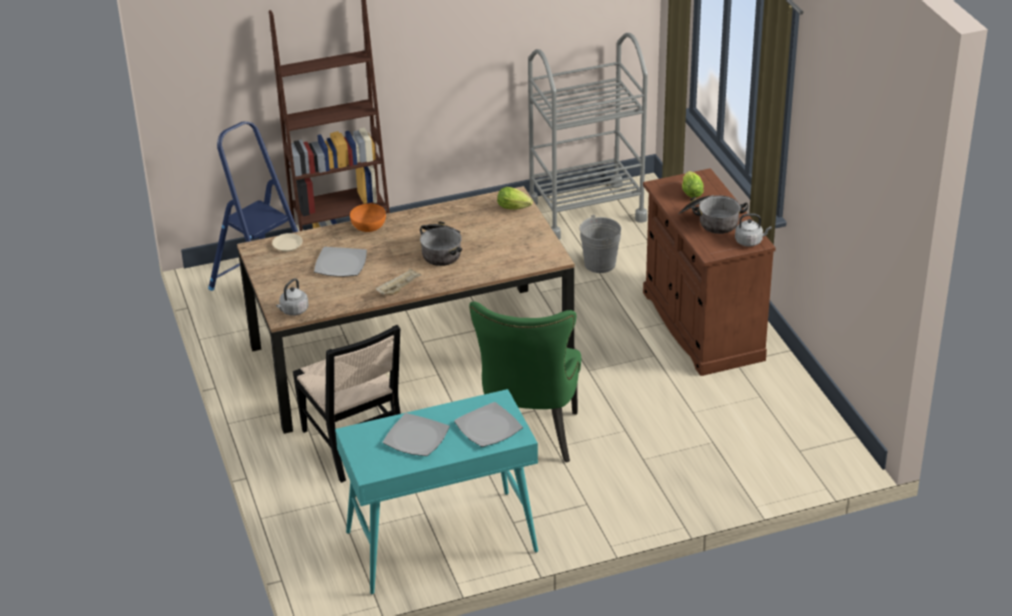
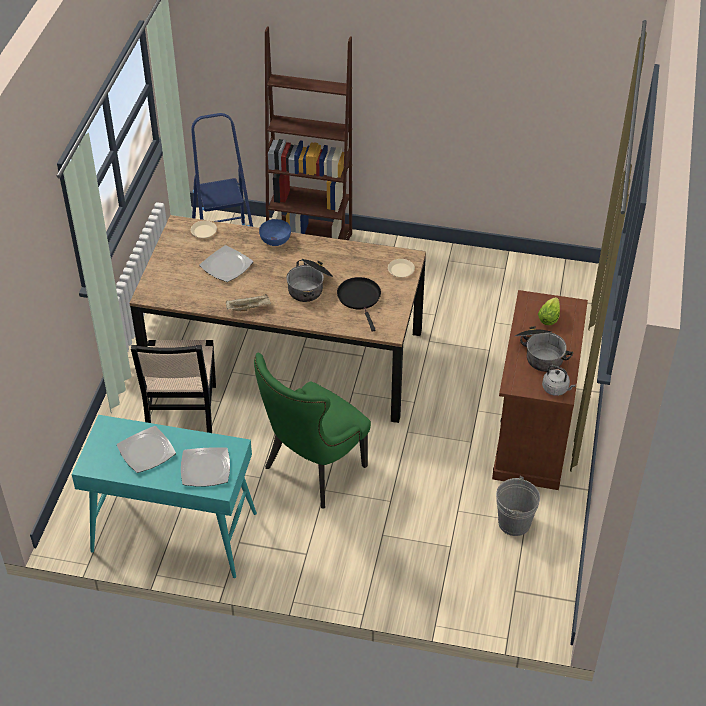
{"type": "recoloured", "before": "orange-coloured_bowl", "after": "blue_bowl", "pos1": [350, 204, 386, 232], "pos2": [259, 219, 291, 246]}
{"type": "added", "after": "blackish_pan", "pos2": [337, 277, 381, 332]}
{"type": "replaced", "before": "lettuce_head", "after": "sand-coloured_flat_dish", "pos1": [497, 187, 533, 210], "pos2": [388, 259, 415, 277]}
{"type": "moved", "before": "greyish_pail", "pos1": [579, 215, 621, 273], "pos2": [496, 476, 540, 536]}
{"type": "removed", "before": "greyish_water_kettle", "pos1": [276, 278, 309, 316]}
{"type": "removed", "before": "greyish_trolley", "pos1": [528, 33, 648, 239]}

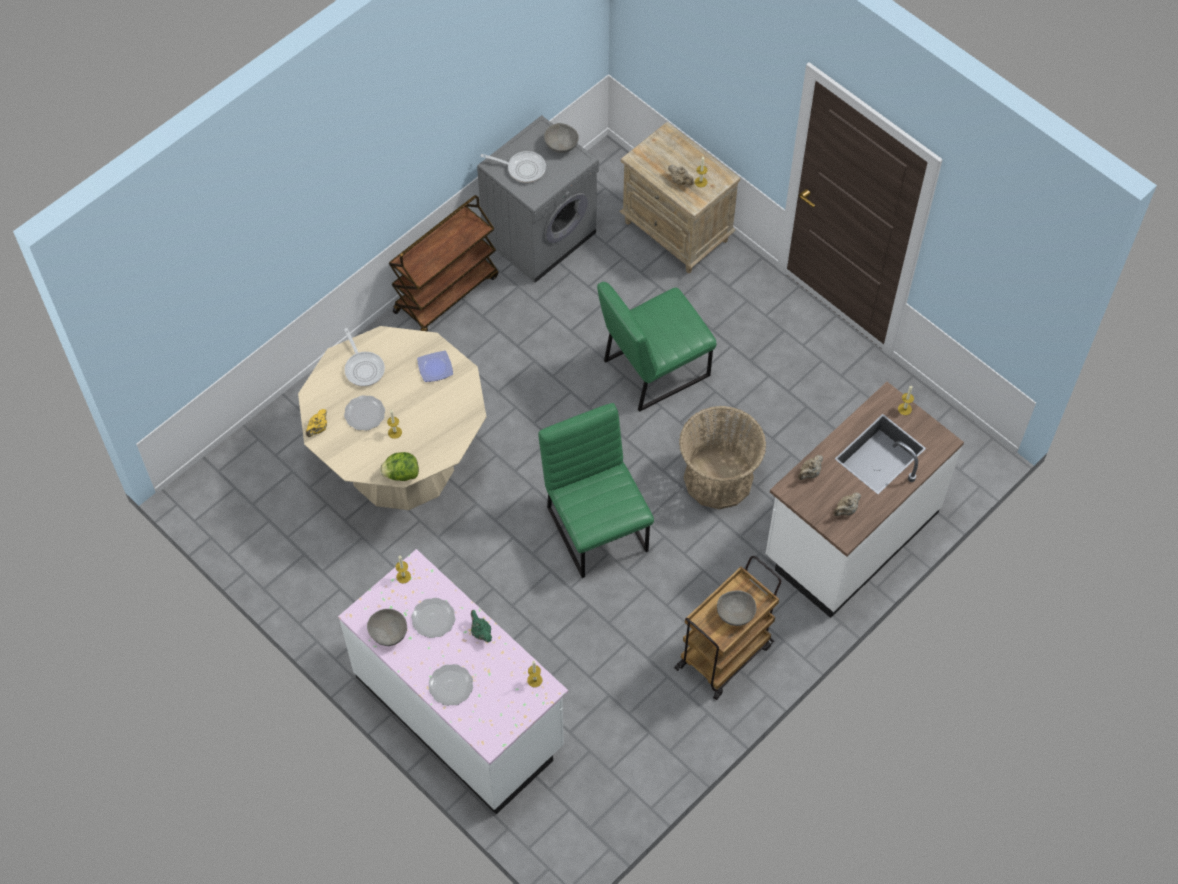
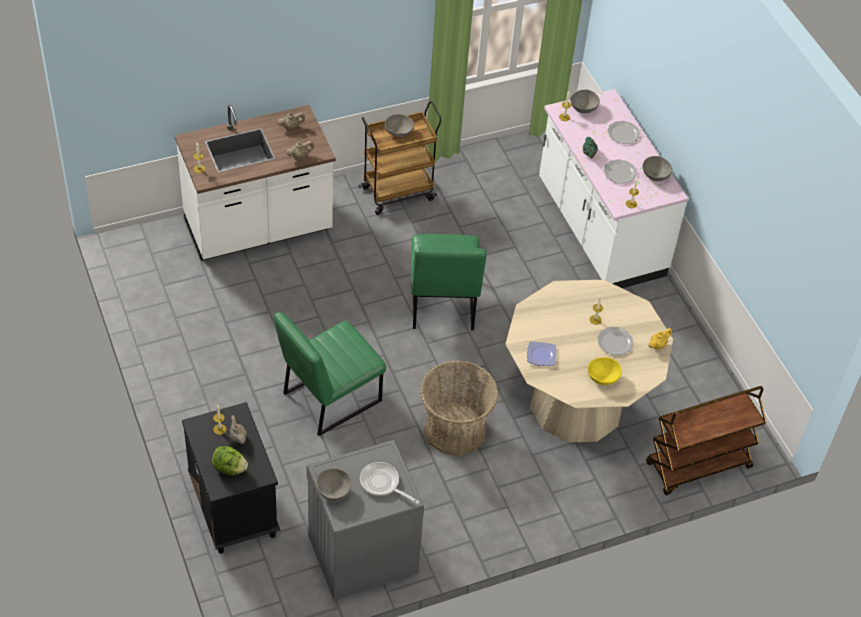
{"type": "recoloured", "before": "sand-coloured_night_table", "after": "blackish_night_table", "pos1": [619, 122, 740, 273], "pos2": [182, 402, 280, 554]}
{"type": "moved", "before": "lettuce_head", "pos1": [380, 452, 419, 481], "pos2": [212, 446, 248, 475]}
{"type": "turned", "before": "green-coloured_chair", "pos1": [597, 282, 716, 412], "pos2": [274, 312, 386, 436], "turn": 150}
{"type": "moved", "before": "storage_basket", "pos1": [679, 406, 766, 509], "pos2": [420, 360, 499, 456]}
{"type": "added", "after": "greyish_bowl", "pos2": [570, 90, 600, 113]}
{"type": "replaced", "before": "pan", "after": "yellow_bowl", "pos1": [344, 328, 385, 387], "pos2": [588, 357, 622, 385]}
{"type": "moved", "before": "brown_trolley", "pos1": [388, 195, 498, 331], "pos2": [646, 386, 767, 495]}

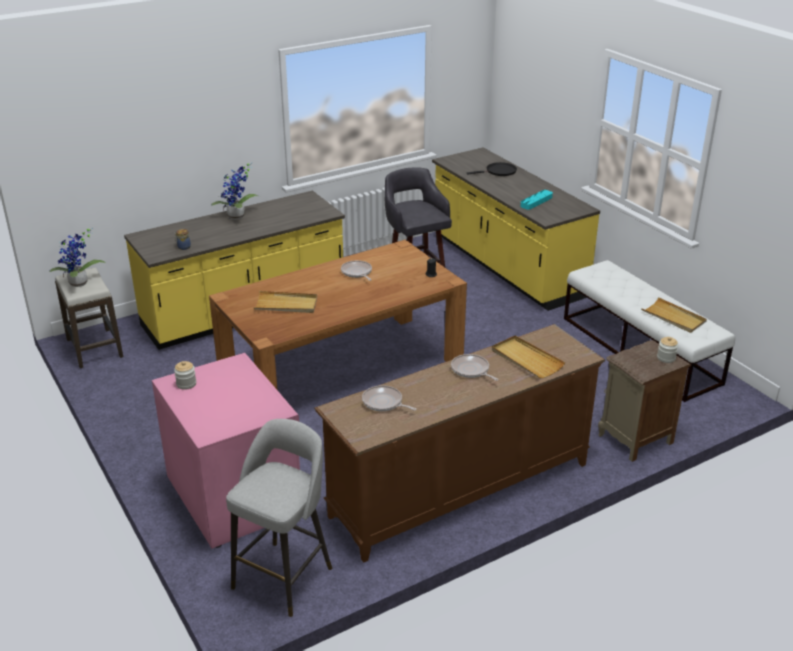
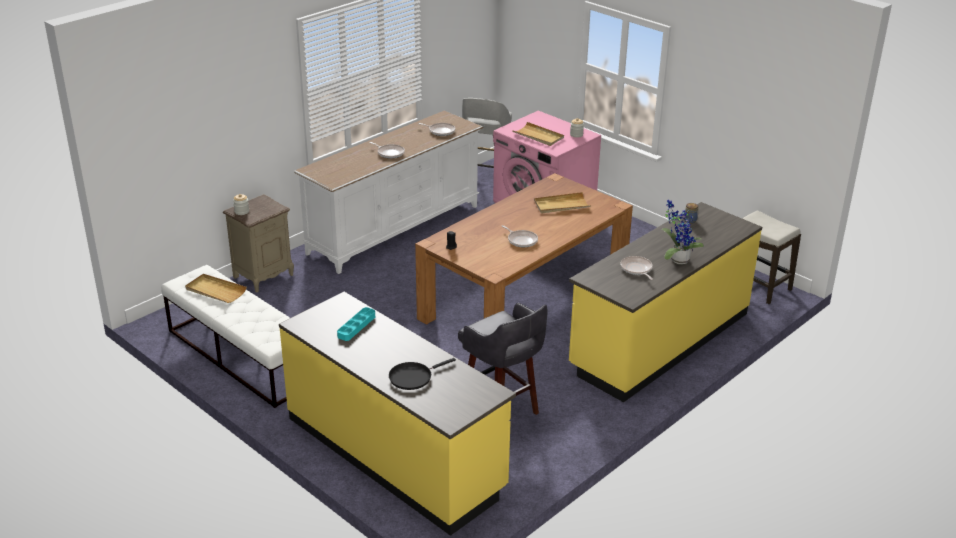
{"type": "recoloured", "before": "brown_cabinet", "after": "whitish_cabinet", "pos1": [314, 324, 605, 563], "pos2": [294, 111, 483, 274]}
{"type": "moved", "before": "sand-coloured_carrying_tray", "pos1": [492, 336, 565, 378], "pos2": [512, 122, 564, 146]}
{"type": "added", "after": "pan", "pos2": [620, 256, 653, 280]}
{"type": "removed", "before": "plant_in_a_pot", "pos1": [49, 228, 106, 287]}

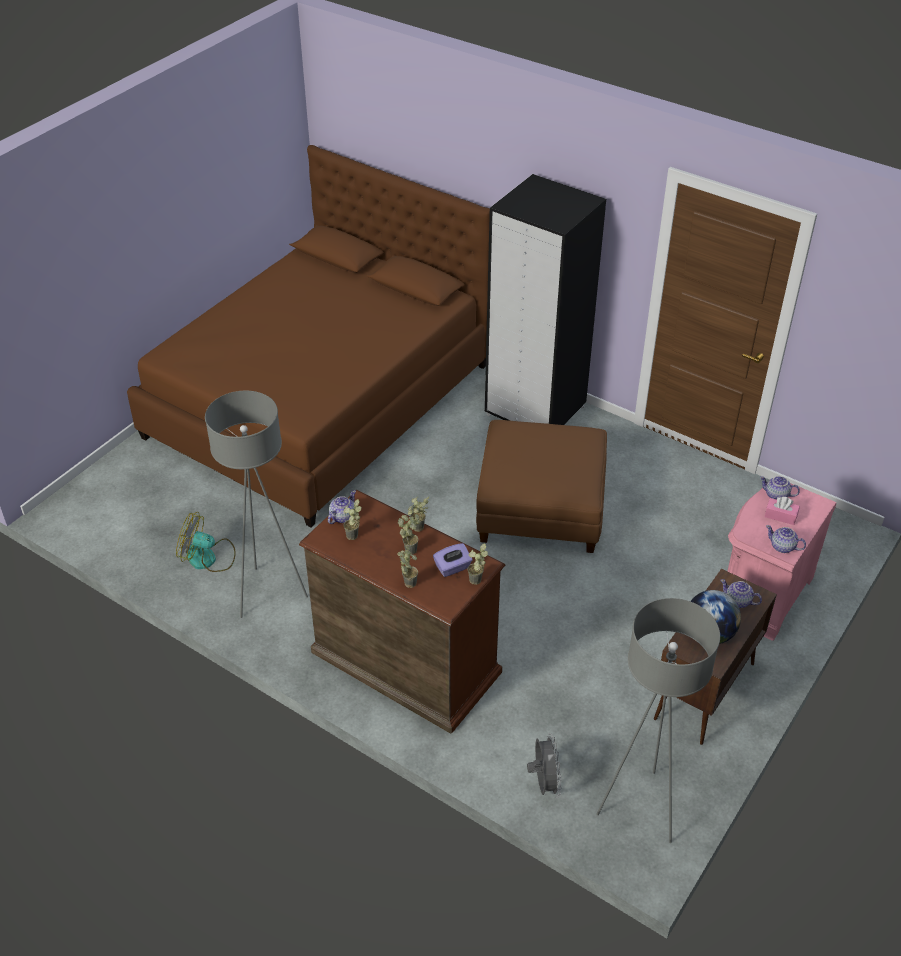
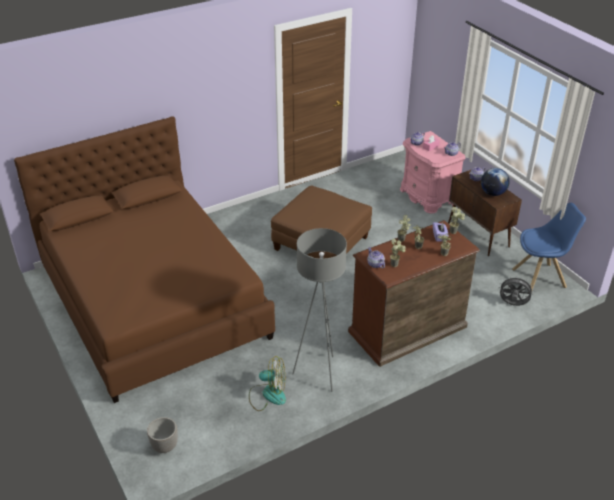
{"type": "added", "after": "planter", "pos2": [147, 417, 178, 453]}
{"type": "turned", "before": "fan", "pos1": [176, 512, 236, 572], "pos2": [249, 356, 286, 411], "turn": -120}
{"type": "replaced", "before": "greyish_floor_lamp", "after": "blue_chair", "pos1": [596, 598, 720, 843], "pos2": [512, 203, 586, 293]}
{"type": "removed", "before": "clothes_cupboard", "pos1": [485, 174, 606, 425]}

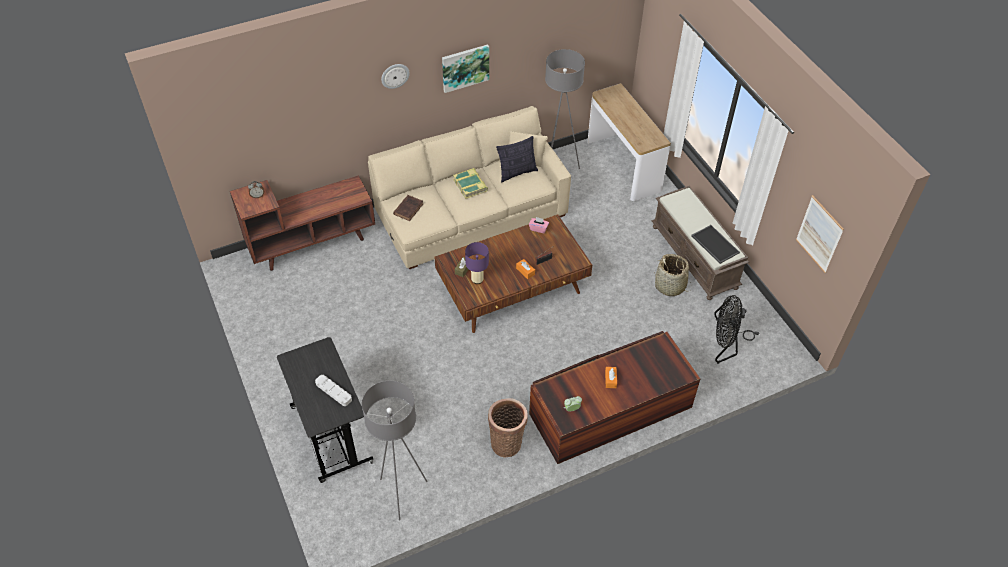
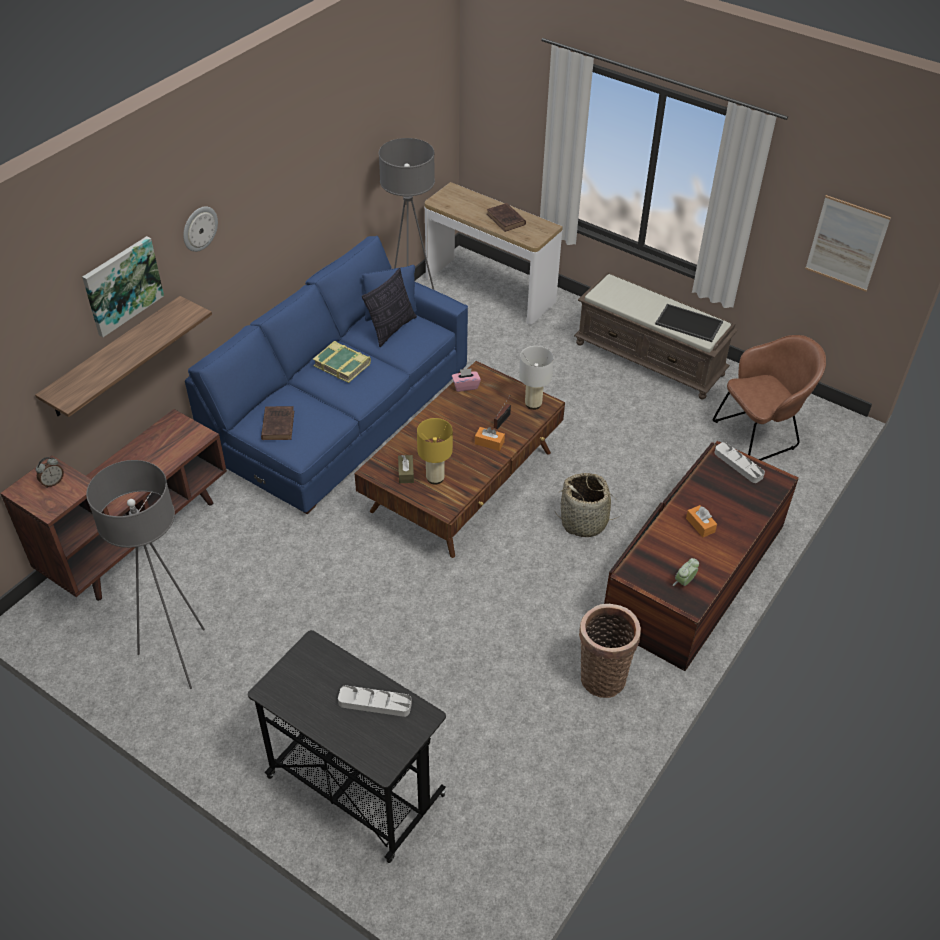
{"type": "added", "after": "bracket_shelf", "pos2": [35, 296, 212, 417]}
{"type": "moved", "before": "wall_picture", "pos1": [442, 45, 489, 93], "pos2": [82, 236, 164, 337]}
{"type": "moved", "before": "greyish_floor_lamp", "pos1": [362, 380, 428, 520], "pos2": [86, 460, 205, 689]}
{"type": "recoloured", "before": "sand-coloured_settee", "after": "blue_settee", "pos1": [368, 106, 571, 269], "pos2": [185, 236, 468, 514]}
{"type": "recoloured", "before": "purplish_tabletop_lamp", "after": "yellow_tabletop_lamp", "pos1": [465, 242, 489, 284], "pos2": [417, 418, 453, 485]}
{"type": "added", "after": "brown_bound_book", "pos2": [487, 203, 526, 232]}
{"type": "added", "after": "whitish_tabletop_lamp", "pos2": [519, 346, 554, 410]}
{"type": "moved", "before": "storage_basket", "pos1": [654, 254, 691, 296], "pos2": [555, 473, 621, 537]}
{"type": "replaced", "before": "blackish_fan", "after": "brown_armchair", "pos1": [714, 295, 760, 364], "pos2": [713, 335, 826, 461]}
{"type": "added", "after": "greyish_carrying_tray", "pos2": [714, 442, 765, 483]}

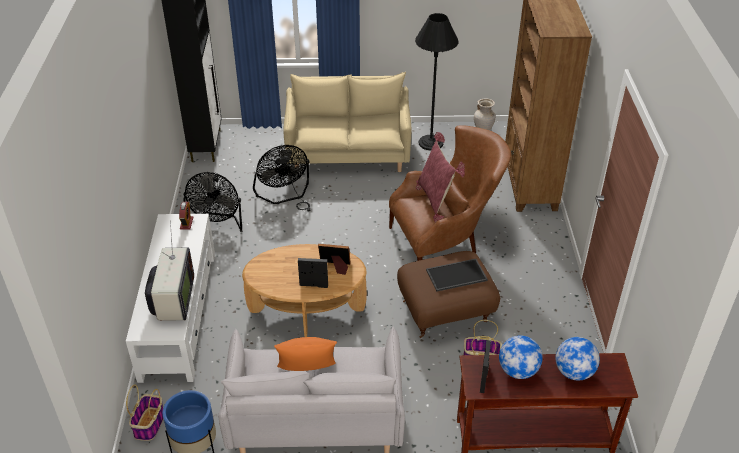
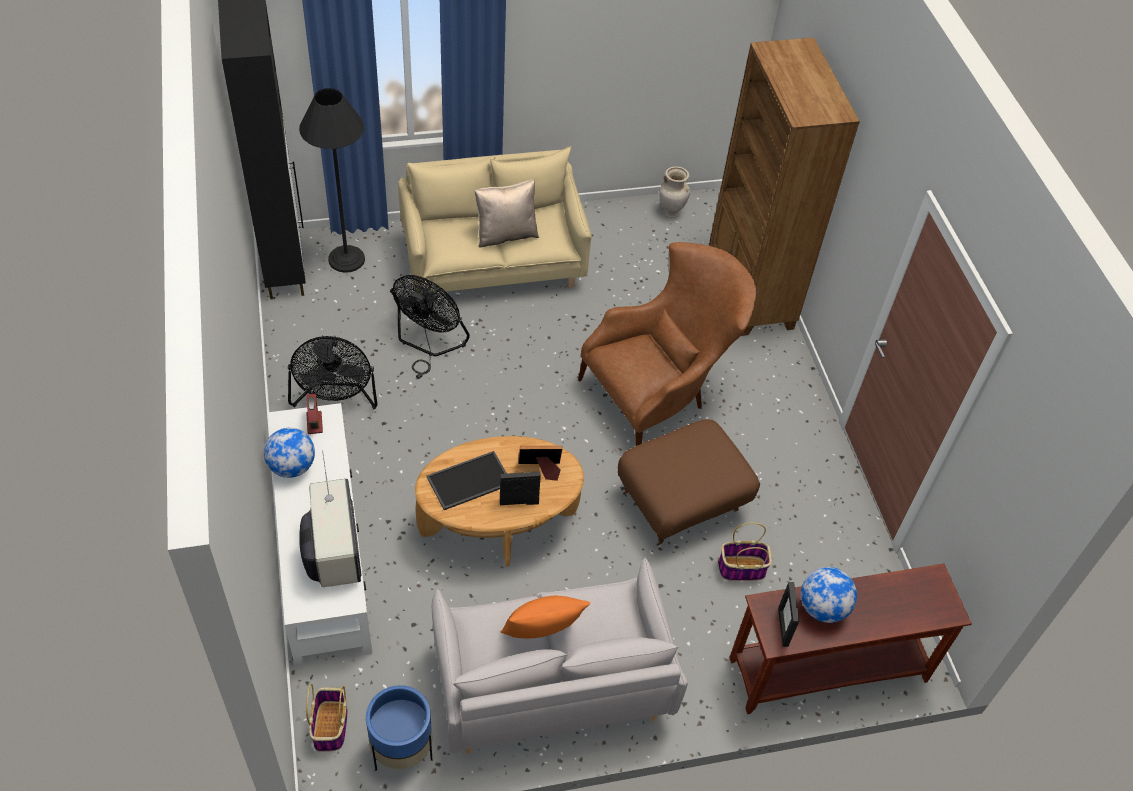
{"type": "moved", "before": "desk_globe", "pos1": [555, 337, 600, 380], "pos2": [264, 428, 315, 478]}
{"type": "moved", "before": "blackish_floor_lamp", "pos1": [415, 13, 459, 151], "pos2": [299, 88, 365, 273]}
{"type": "turned", "before": "blackish_fan", "pos1": [253, 145, 310, 212], "pos2": [390, 275, 470, 379], "turn": 60}
{"type": "moved", "before": "carrying_tray", "pos1": [426, 259, 488, 292], "pos2": [426, 451, 507, 510]}
{"type": "added", "after": "sand-coloured_pillow", "pos2": [475, 180, 539, 247]}
{"type": "removed", "before": "red-coloured_pillow", "pos1": [415, 132, 465, 223]}

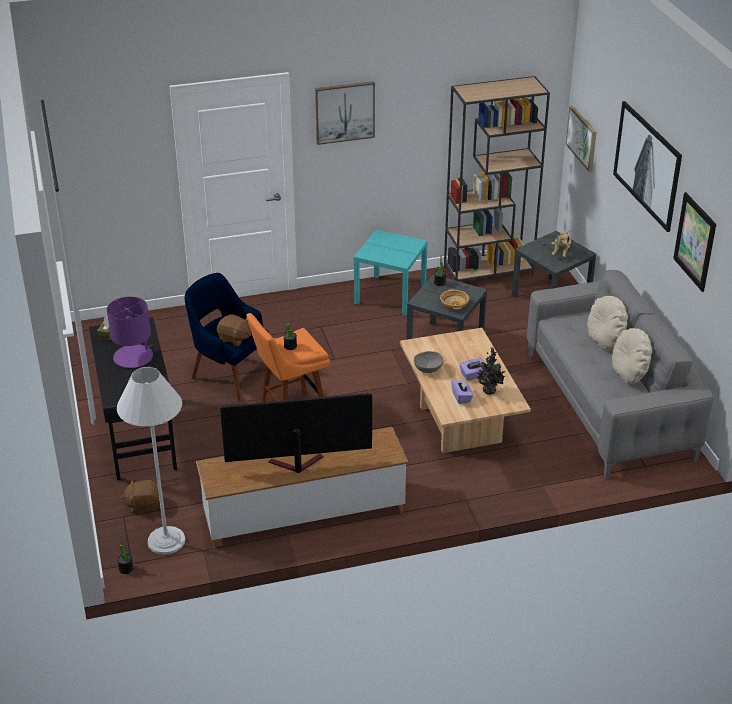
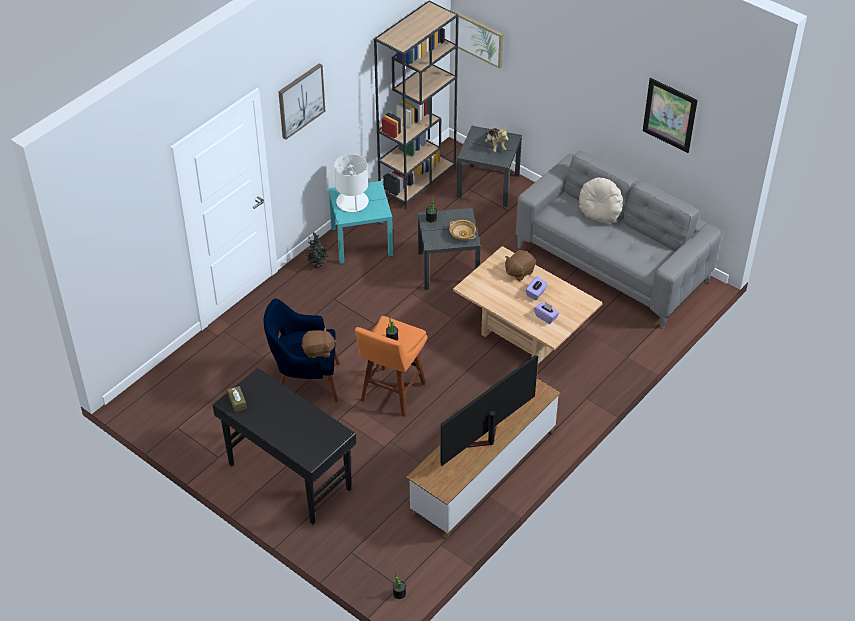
{"type": "moved", "before": "plant_in_a_pot", "pos1": [477, 347, 506, 395], "pos2": [306, 232, 328, 268]}
{"type": "added", "after": "whitish_tabletop_lamp", "pos2": [334, 154, 369, 213]}
{"type": "moved", "before": "brown_cuddly_toy", "pos1": [121, 479, 160, 513], "pos2": [505, 250, 536, 281]}
{"type": "removed", "before": "purplish_tabletop_lamp", "pos1": [107, 297, 153, 368]}
{"type": "removed", "before": "whitish_floor_lamp", "pos1": [117, 367, 186, 555]}
{"type": "removed", "before": "greyish_bowl", "pos1": [414, 351, 444, 373]}
{"type": "removed", "before": "sand-coloured_pillow", "pos1": [612, 328, 652, 385]}
{"type": "removed", "before": "wall_picture", "pos1": [613, 101, 682, 232]}

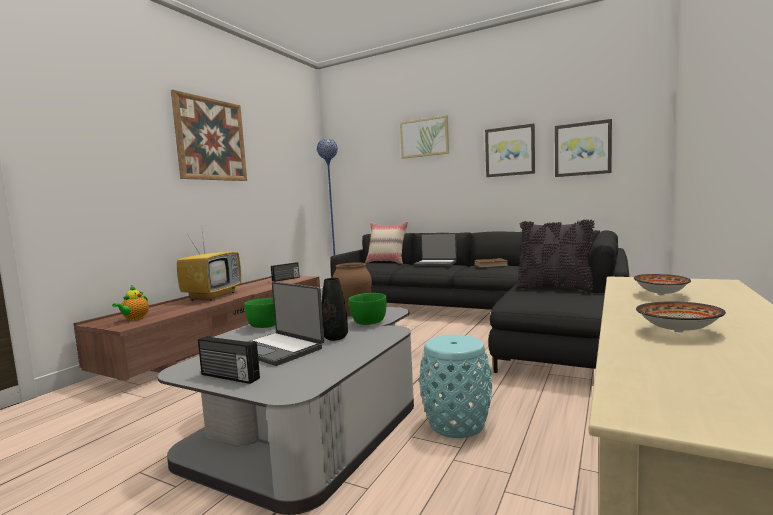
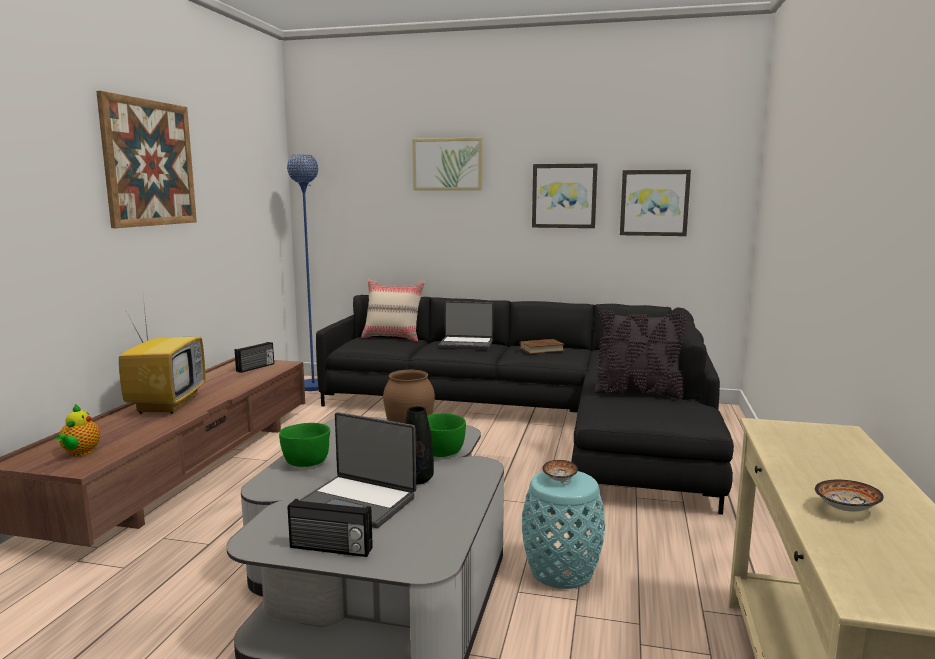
{"type": "moved", "before": "bowl", "pos1": [634, 274, 691, 296], "pos2": [542, 460, 578, 481]}

